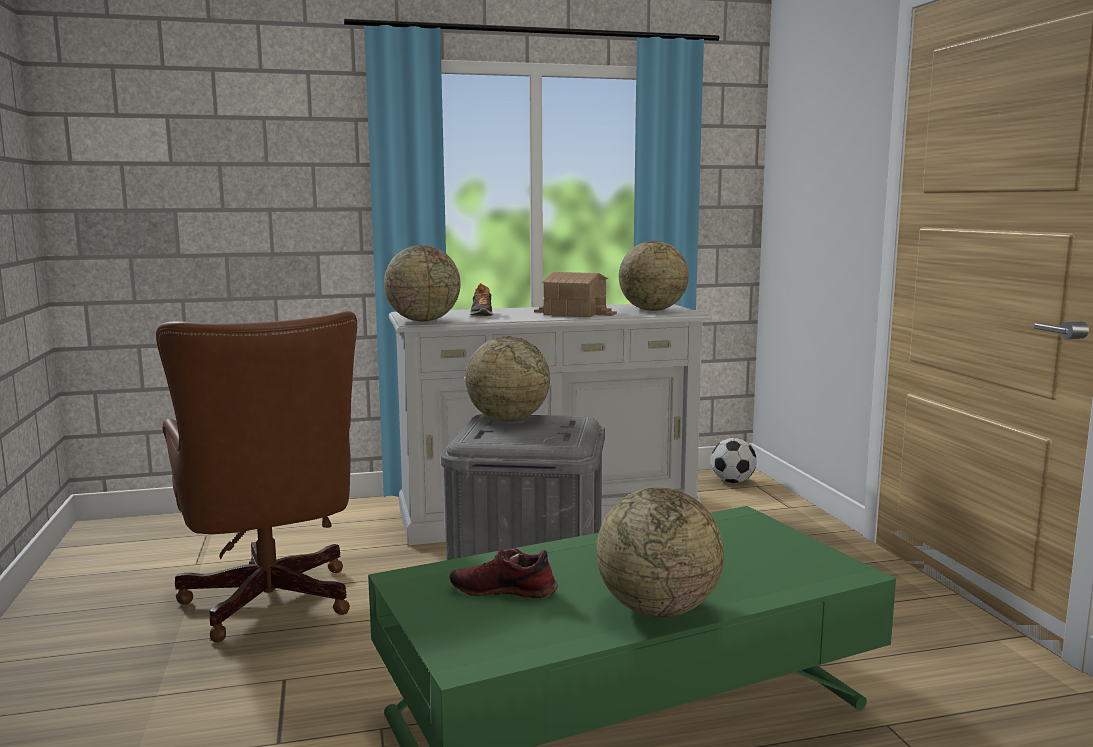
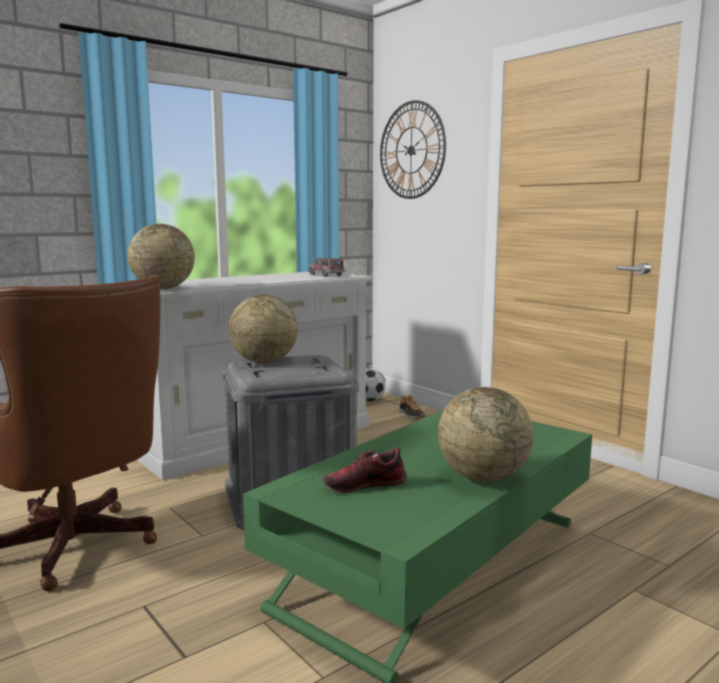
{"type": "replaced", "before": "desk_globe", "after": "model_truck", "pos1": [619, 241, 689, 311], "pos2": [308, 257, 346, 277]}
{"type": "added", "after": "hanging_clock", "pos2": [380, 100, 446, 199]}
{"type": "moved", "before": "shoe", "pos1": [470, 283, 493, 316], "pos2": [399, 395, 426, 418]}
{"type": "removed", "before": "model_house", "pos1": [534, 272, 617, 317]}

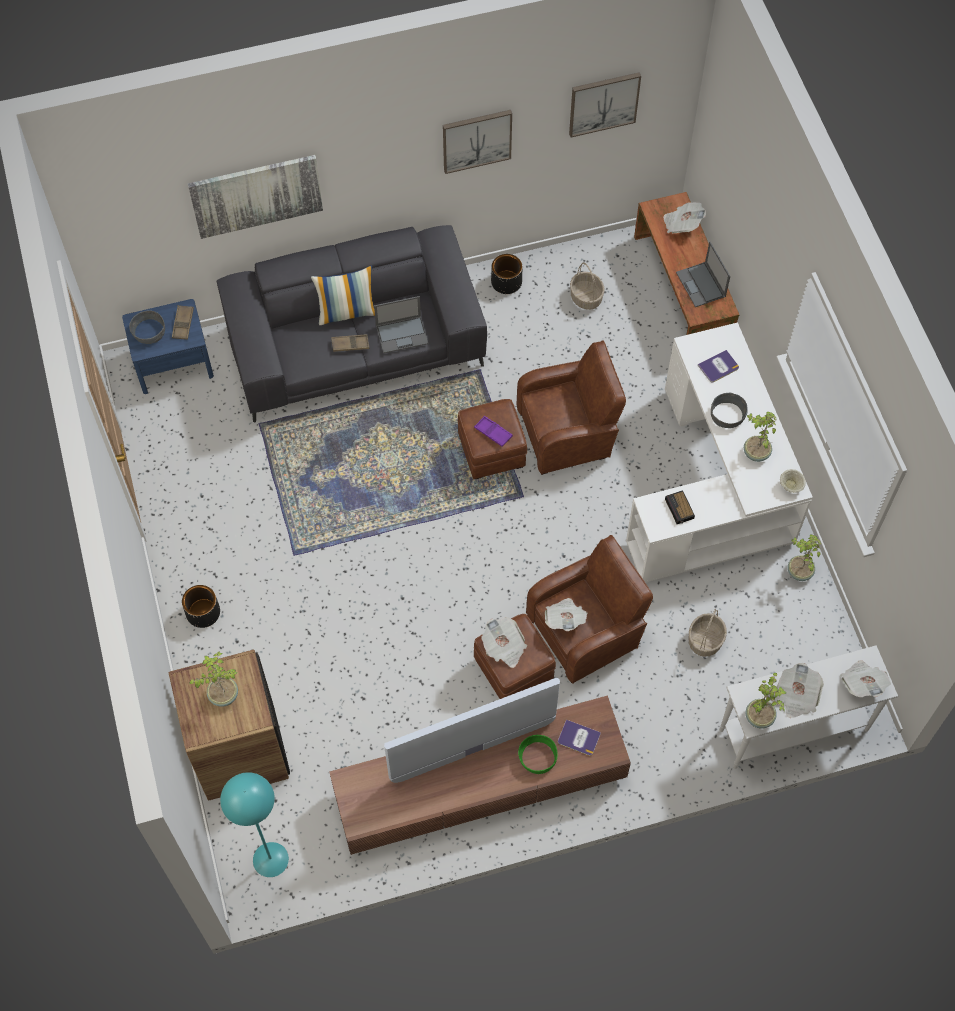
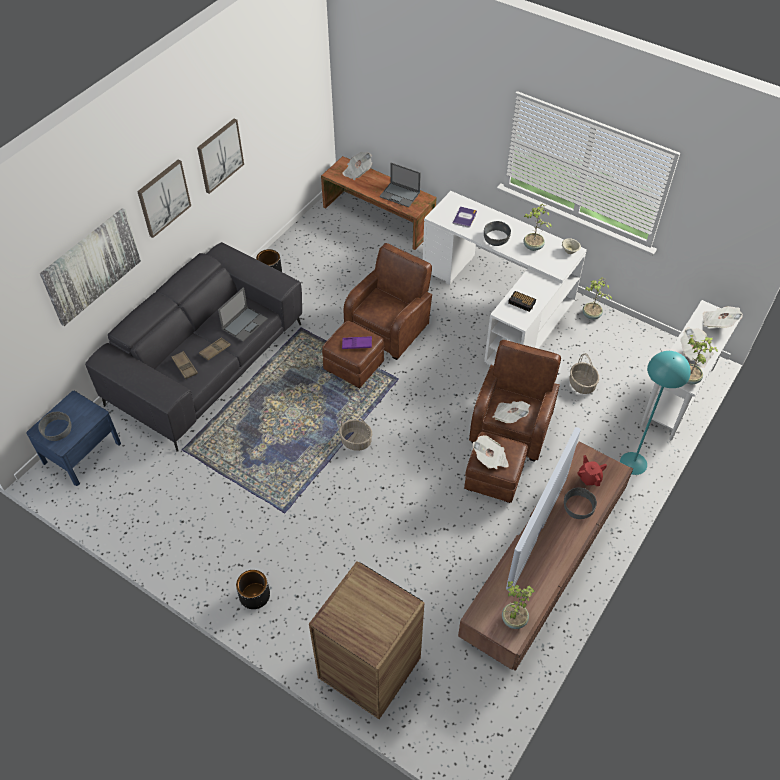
{"type": "moved", "before": "wall_picture", "pos1": [569, 72, 641, 137], "pos2": [137, 160, 191, 238]}
{"type": "moved", "before": "brown_carrying_tray", "pos1": [172, 305, 194, 340], "pos2": [172, 351, 198, 379]}
{"type": "moved", "before": "storage_basket", "pos1": [570, 262, 605, 310], "pos2": [339, 414, 372, 451]}
{"type": "moved", "before": "plant_in_a_pot", "pos1": [189, 652, 238, 707], "pos2": [502, 581, 535, 629]}
{"type": "recoloured", "before": "green-coloured_bowl", "after": "greyish_bowl", "pos1": [518, 735, 558, 774], "pos2": [564, 487, 597, 519]}
{"type": "replaced", "before": "bound_book", "after": "red-coloured_pot_for_tea", "pos1": [558, 720, 601, 756], "pos2": [577, 455, 607, 486]}
{"type": "moved", "before": "turquoise_floor_lamp", "pos1": [220, 772, 289, 877], "pos2": [620, 351, 691, 475]}
{"type": "removed", "before": "pillow", "pos1": [311, 266, 375, 325]}

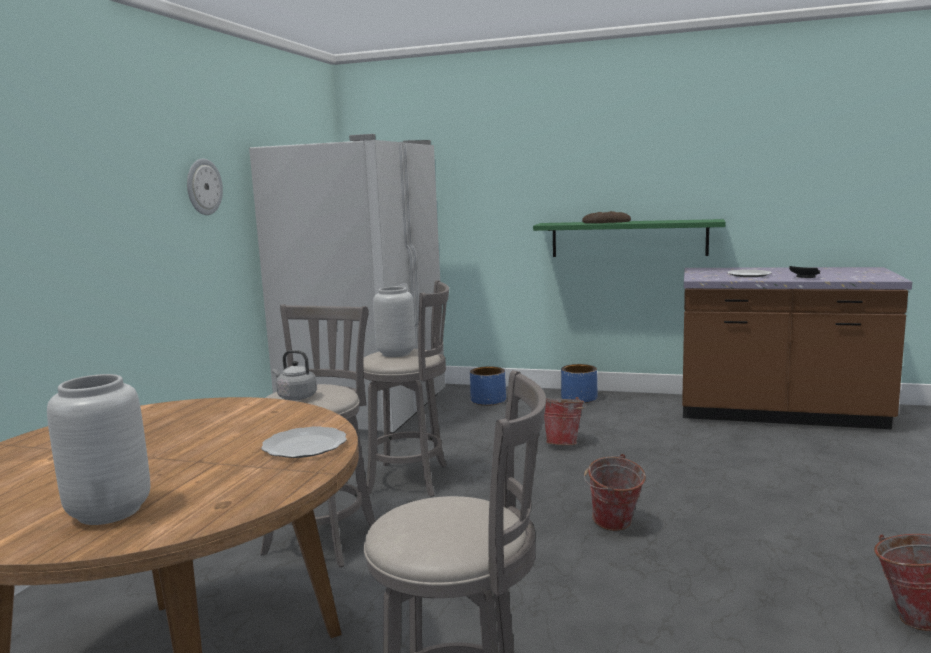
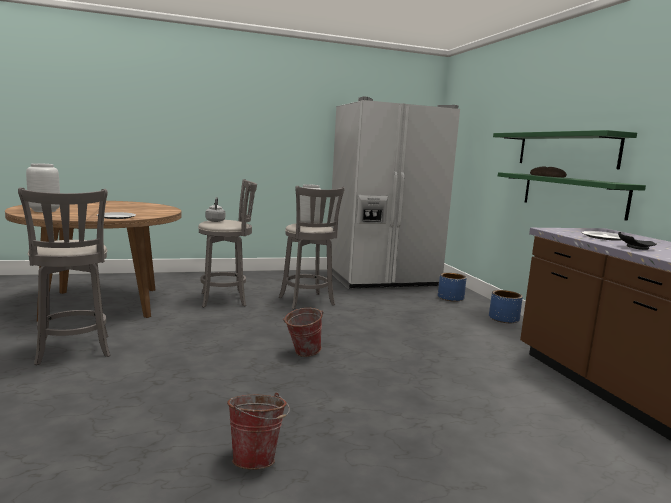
{"type": "added", "after": "green-coloured_bracket_shelf", "pos2": [493, 130, 637, 169]}
{"type": "removed", "before": "hanging_clock", "pos1": [187, 159, 223, 215]}
{"type": "removed", "before": "pail", "pos1": [544, 397, 587, 445]}

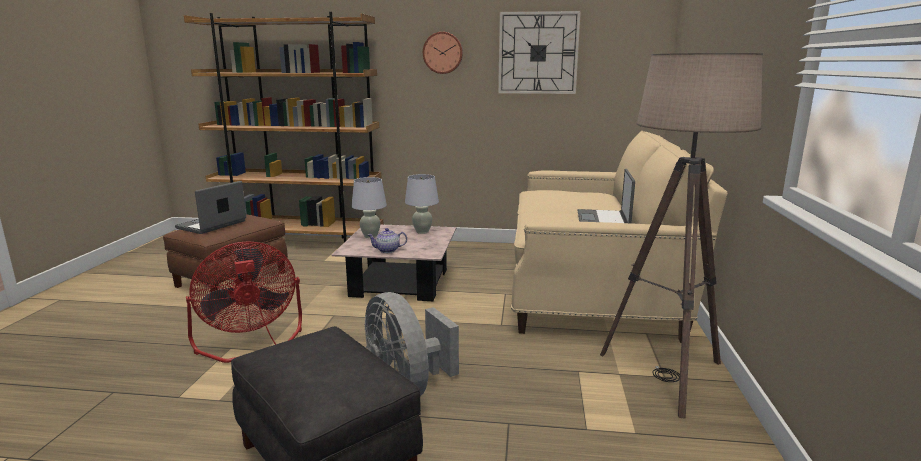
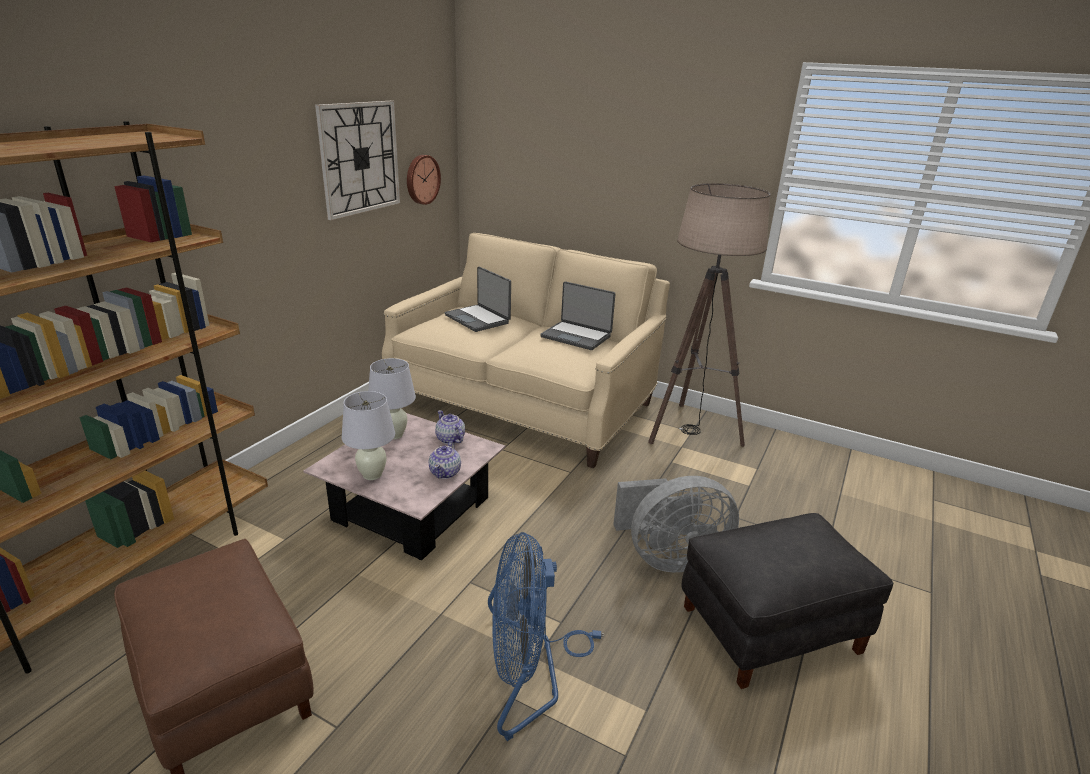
{"type": "moved", "before": "hanging_clock", "pos1": [423, 32, 463, 74], "pos2": [407, 155, 441, 205]}
{"type": "added", "after": "pot_for_tea", "pos2": [435, 410, 465, 444]}
{"type": "moved", "before": "notebook_computer", "pos1": [175, 181, 246, 234], "pos2": [444, 267, 511, 332]}
{"type": "recoloured", "before": "red-coloured_fan", "after": "blue_fan", "pos1": [186, 242, 302, 363], "pos2": [488, 532, 604, 741]}

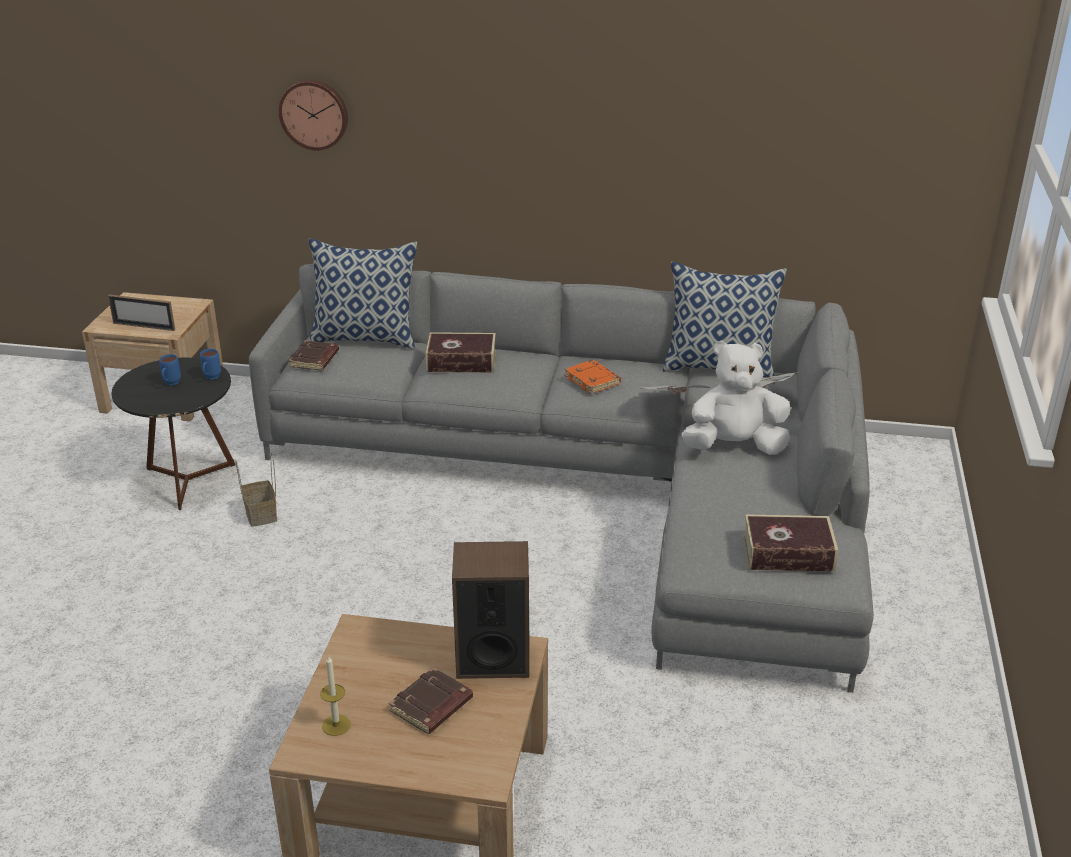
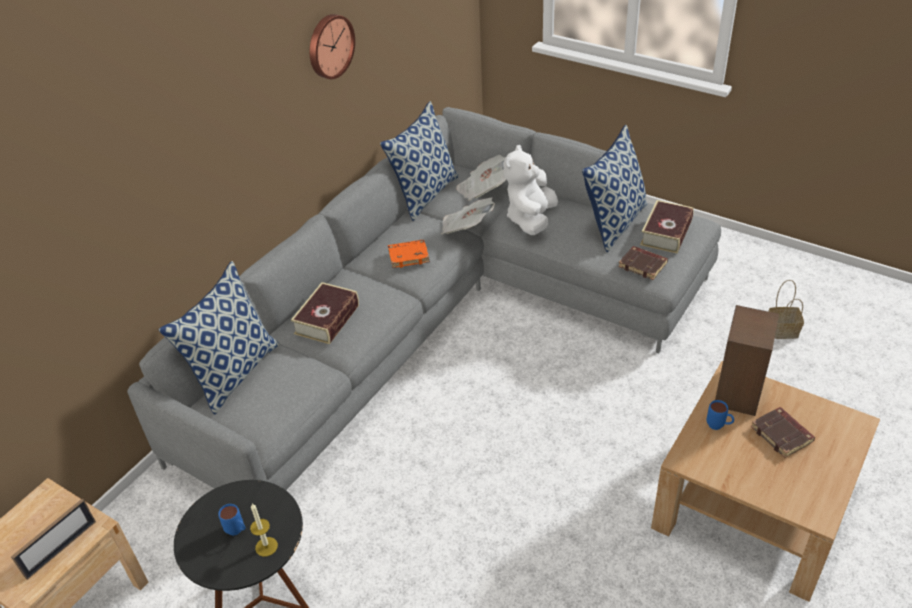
{"type": "moved", "before": "wax_candle", "pos1": [320, 655, 351, 736], "pos2": [250, 504, 278, 557]}
{"type": "moved", "before": "hanging_clock", "pos1": [279, 80, 348, 150], "pos2": [310, 14, 355, 79]}
{"type": "added", "after": "pillow", "pos2": [582, 125, 647, 252]}
{"type": "moved", "before": "brown_bound_book", "pos1": [288, 340, 339, 371], "pos2": [618, 246, 668, 280]}
{"type": "moved", "before": "blue_tea_mug", "pos1": [200, 349, 221, 380], "pos2": [706, 400, 734, 430]}
{"type": "moved", "before": "storage_basket", "pos1": [235, 453, 277, 527], "pos2": [768, 280, 804, 339]}

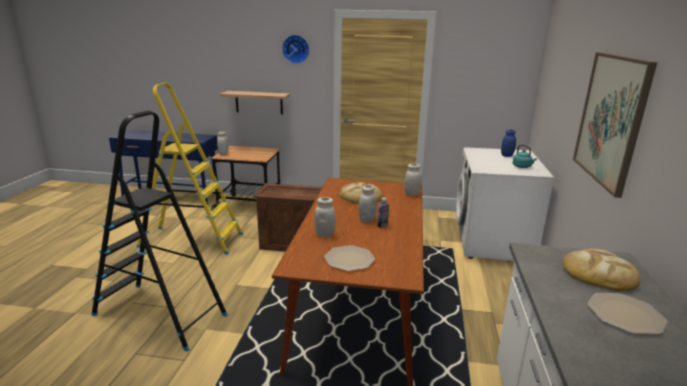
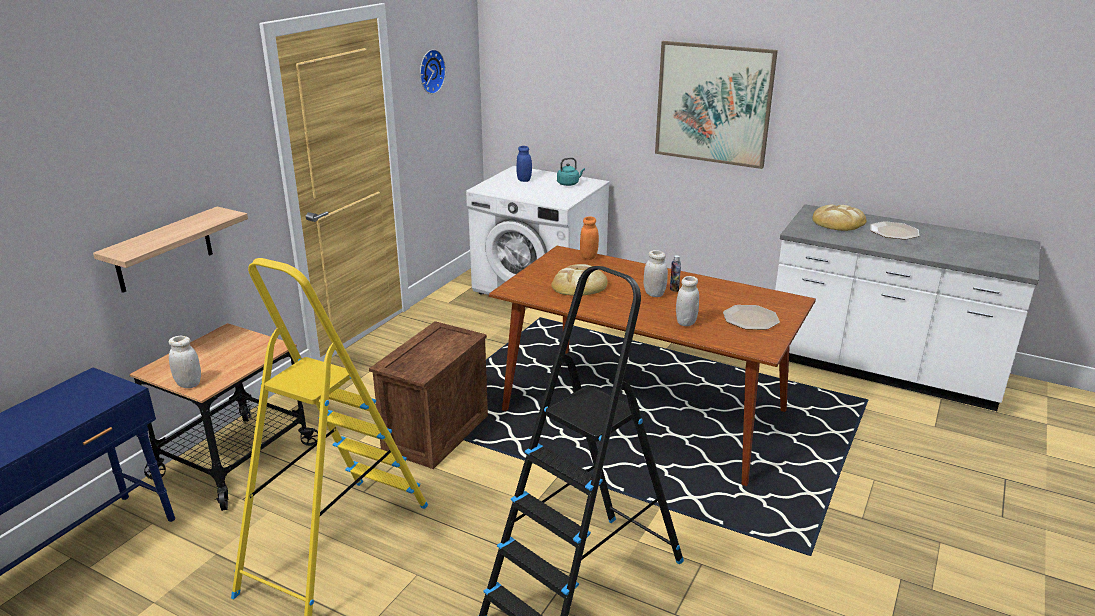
{"type": "moved", "before": "hanging_clock", "pos1": [282, 35, 310, 64], "pos2": [420, 49, 446, 94]}
{"type": "recoloured", "before": "whitish_storage_jar", "after": "orange-coloured_storage_jar", "pos1": [404, 163, 422, 196], "pos2": [580, 216, 599, 260]}

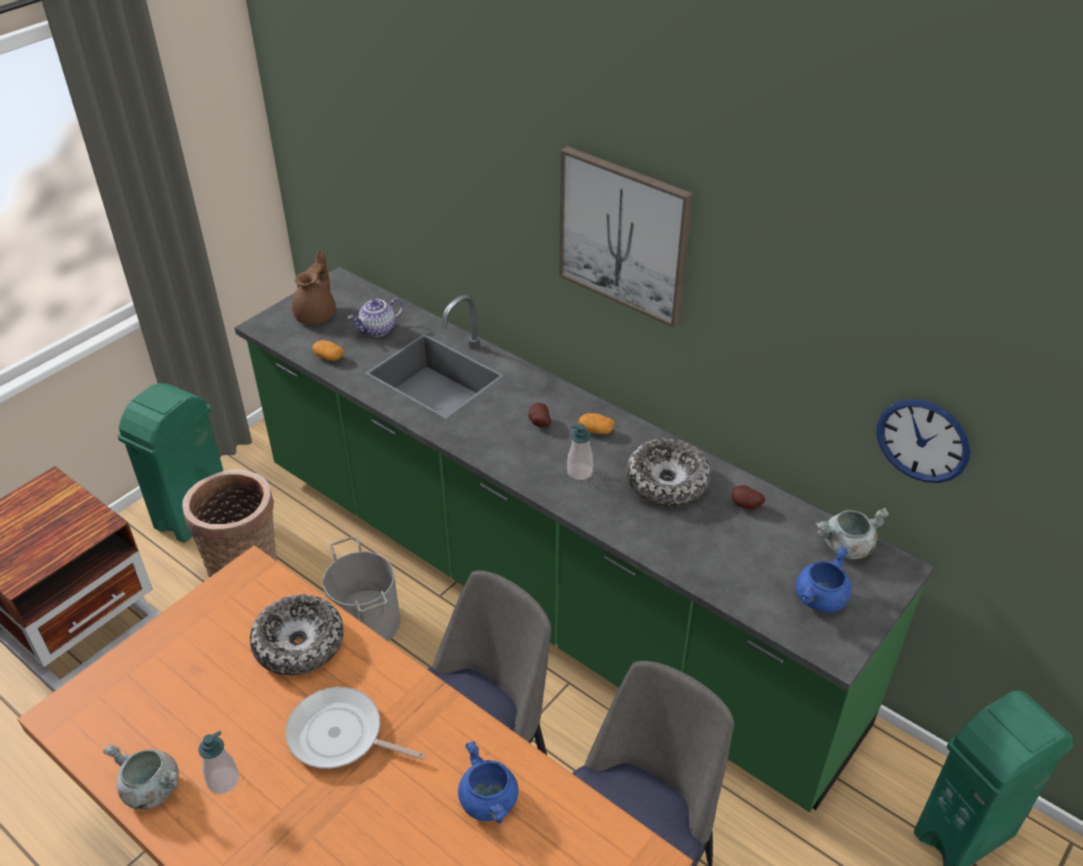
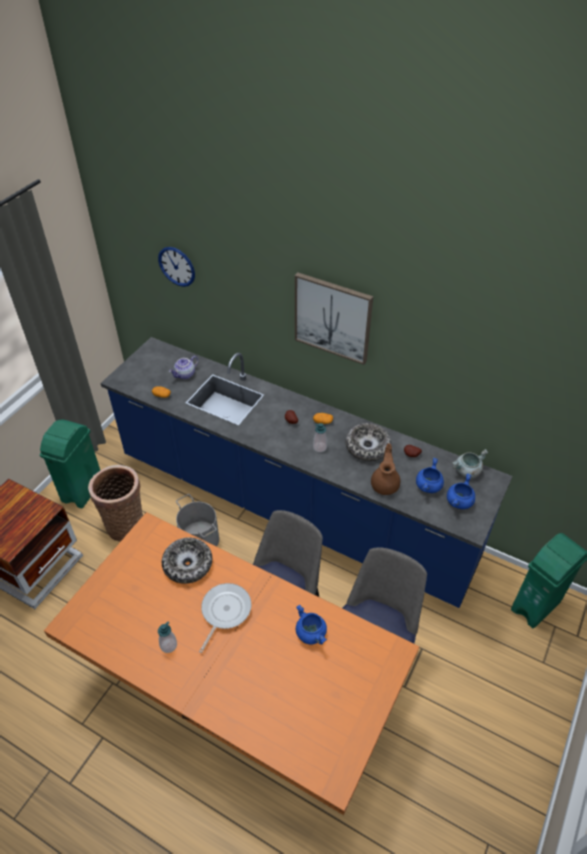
{"type": "recoloured", "before": "green-coloured_kitchen_counter", "after": "blue_kitchen_counter", "pos1": [235, 267, 934, 812], "pos2": [100, 337, 513, 608]}
{"type": "moved", "before": "hanging_clock", "pos1": [876, 400, 971, 483], "pos2": [158, 247, 195, 287]}
{"type": "turned", "before": "pan", "pos1": [286, 687, 426, 769], "pos2": [199, 583, 251, 653], "turn": 105}
{"type": "moved", "before": "brown_pot_for_tea", "pos1": [292, 249, 336, 324], "pos2": [371, 443, 400, 495]}
{"type": "added", "after": "blue_stockpot", "pos2": [416, 458, 444, 493]}
{"type": "removed", "before": "greyish_stockpot", "pos1": [103, 744, 179, 810]}

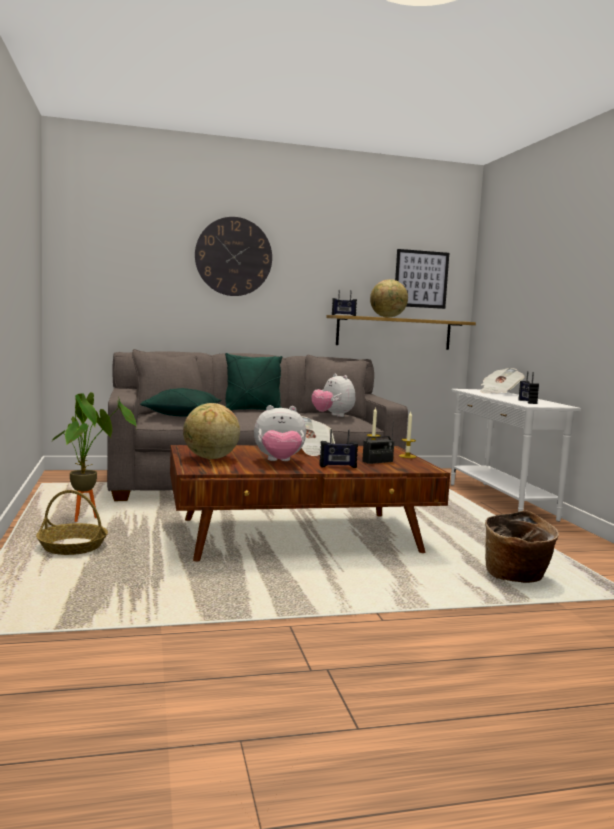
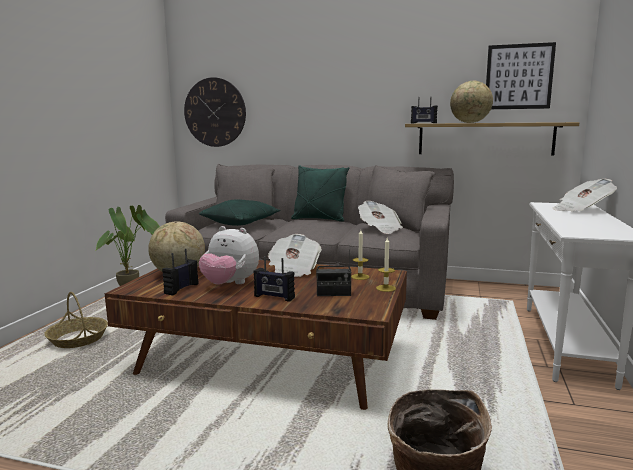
{"type": "moved", "before": "radio_set", "pos1": [518, 371, 539, 404], "pos2": [162, 249, 198, 295]}
{"type": "moved", "before": "hanging_clock", "pos1": [195, 217, 272, 296], "pos2": [184, 77, 246, 147]}
{"type": "replaced", "before": "cuddly_toy", "after": "printed_paper", "pos1": [312, 374, 355, 417], "pos2": [358, 201, 403, 234]}

